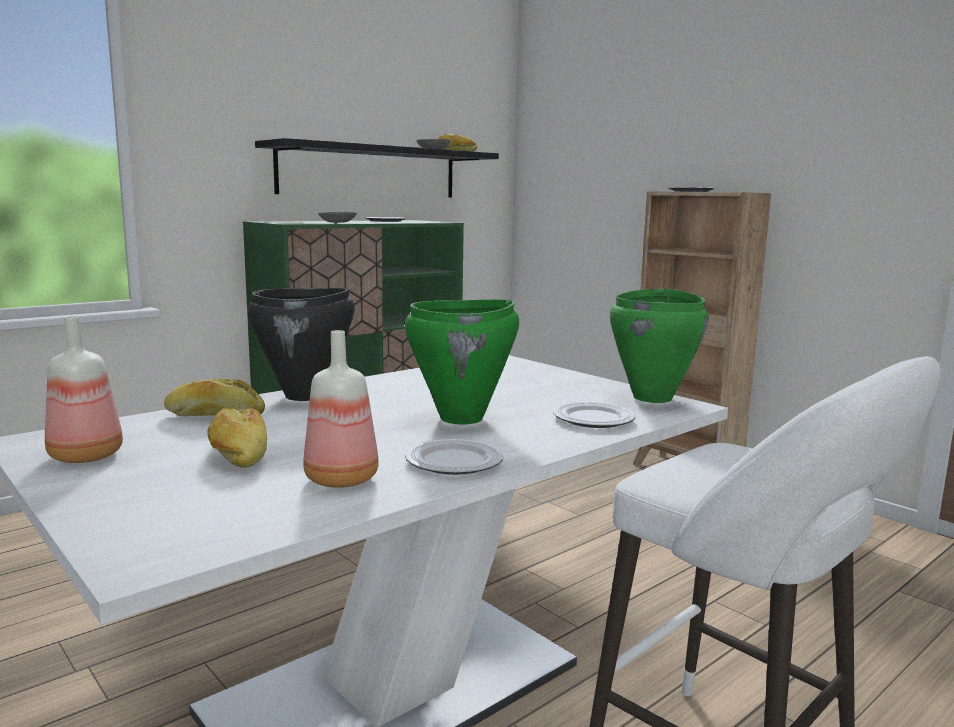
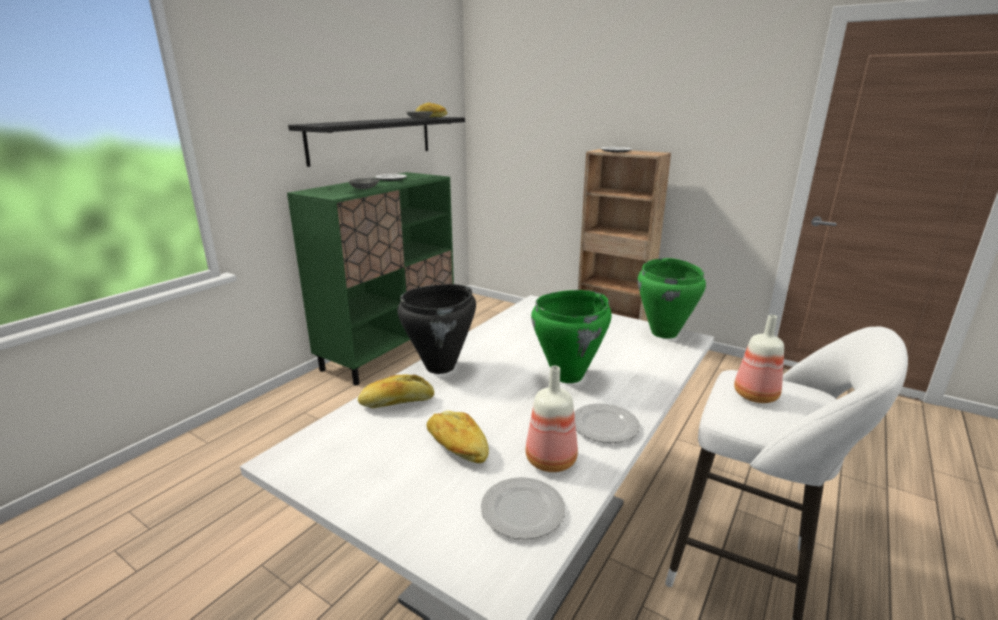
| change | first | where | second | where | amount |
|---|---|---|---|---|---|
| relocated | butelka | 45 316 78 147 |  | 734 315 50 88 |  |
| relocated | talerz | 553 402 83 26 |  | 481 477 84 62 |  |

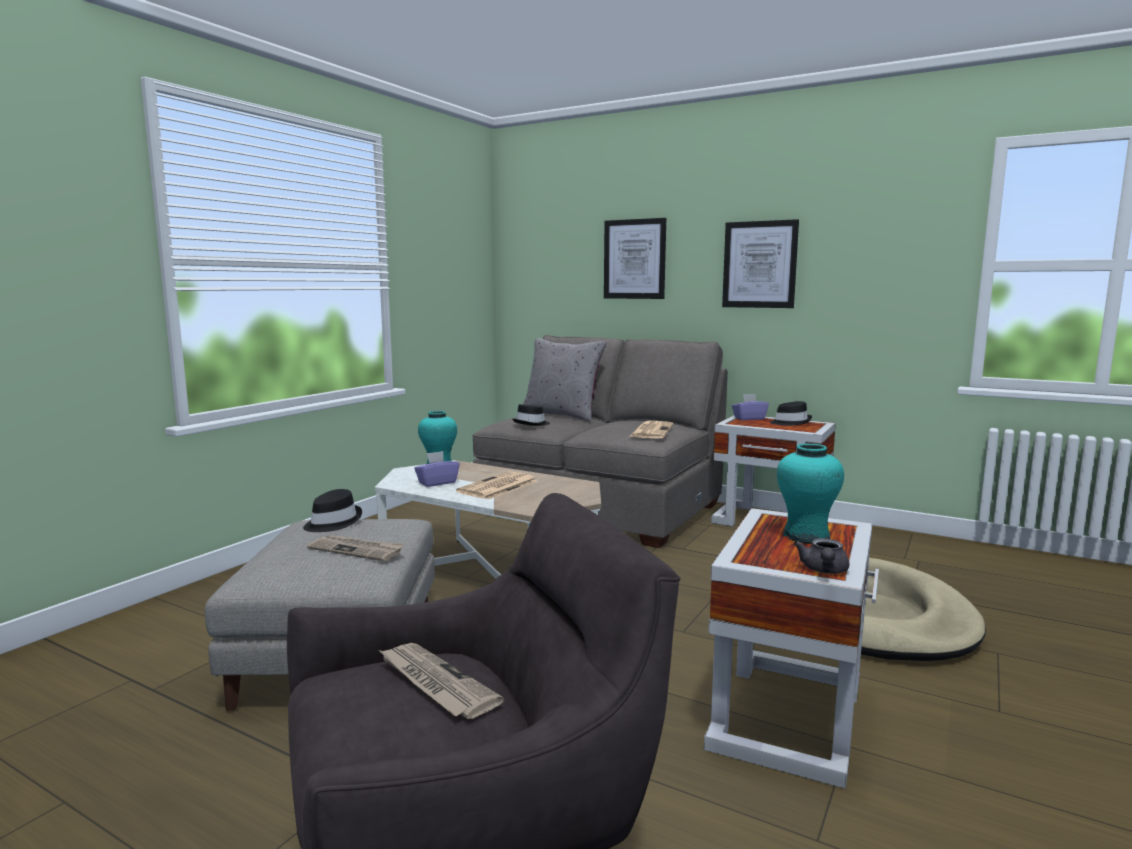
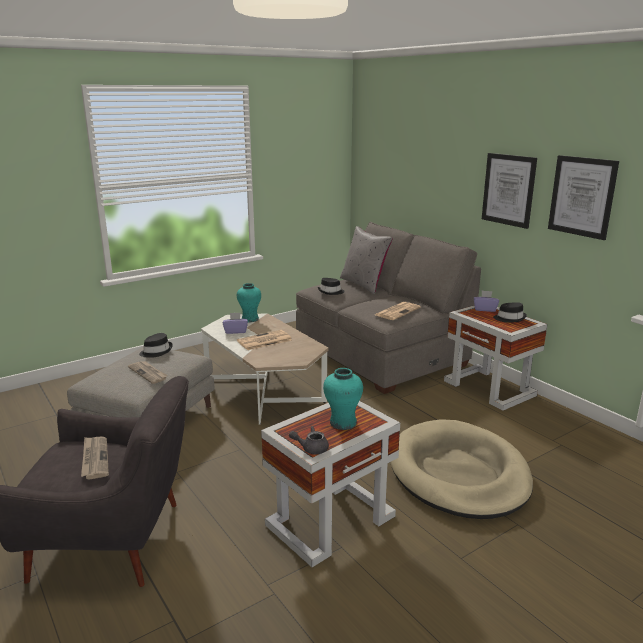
| change | first | where | second | where | amount |
|---|---|---|---|---|---|
| relocated | obraz | 604 218 62 81 |  | 548 155 71 85 |  |
| spun | imbryk/szary | 794 538 55 36 |  | 289 426 40 28 | 45 degrees clockwise |

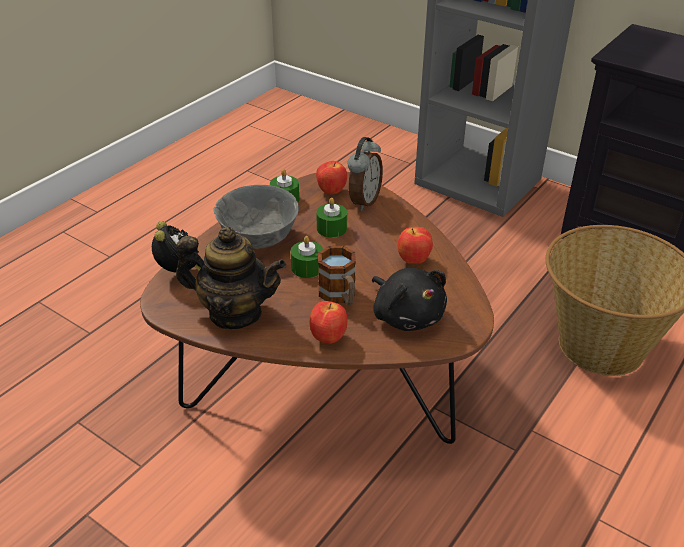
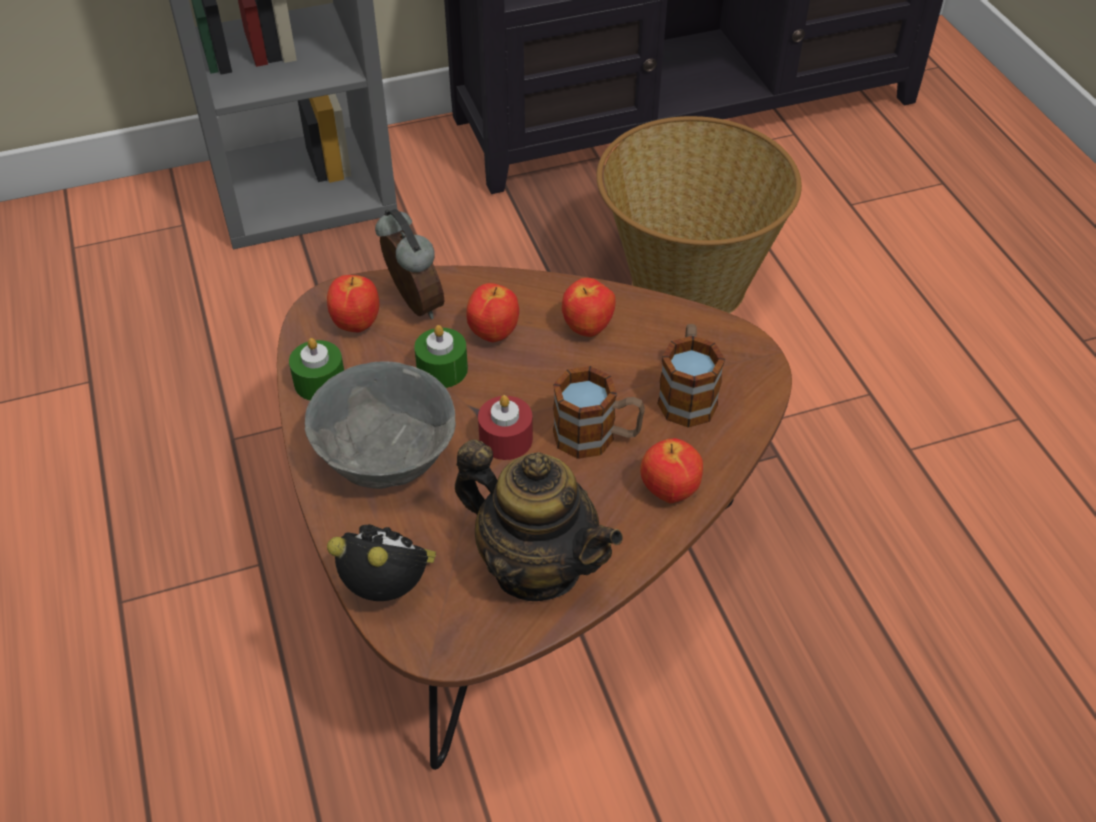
| change | first | where | second | where | amount |
|---|---|---|---|---|---|
| spun | imbryk | 176 227 110 102 |  | 455 439 168 162 | 75 degrees clockwise |
| colour | świeca/zielony | 291 236 32 42 | świeca/czerwony | 478 395 55 65 |  |
| exchanged | pluszak/czarny | 372 268 75 63 | kubek | 657 324 68 104 |  |
| appeared |  |  | jabłko | 466 283 53 59 |  |

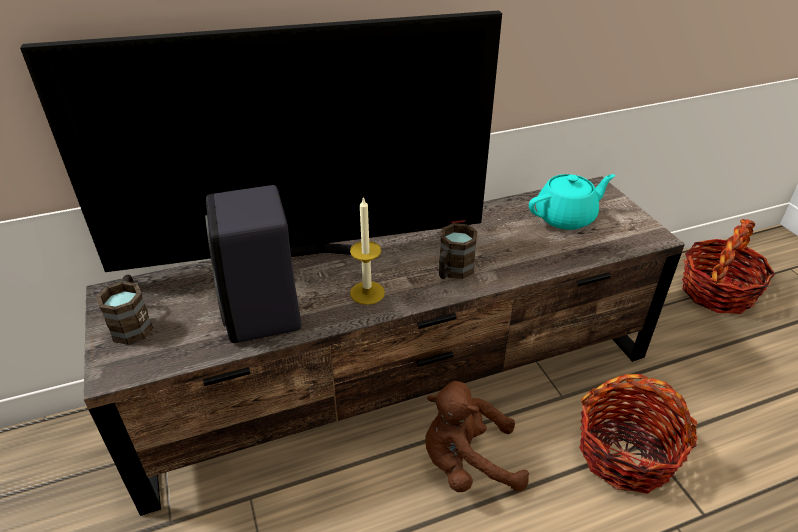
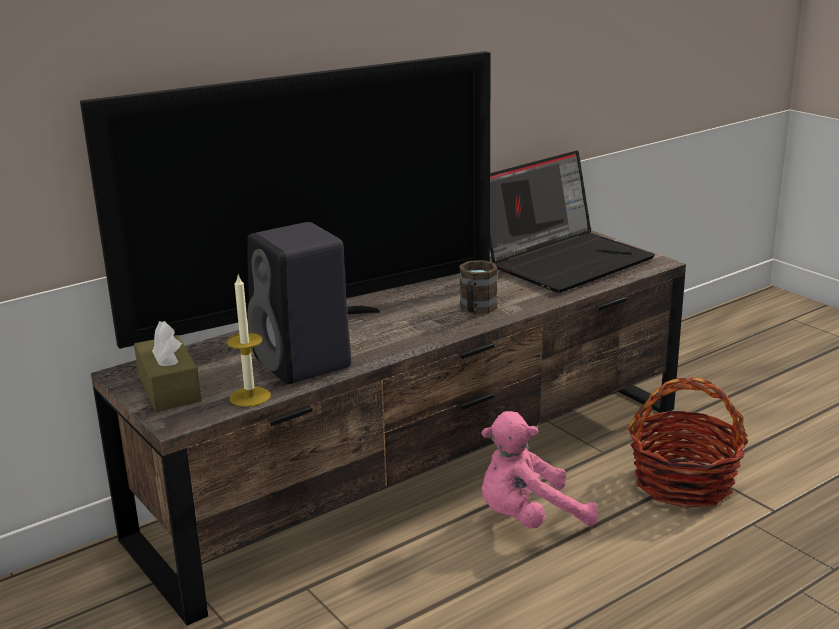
| change | first | where | second | where | amount |
|---|---|---|---|---|---|
| exchanged | imbryk/turkusowy | 529 174 86 56 | laptop | 490 150 165 143 |  |
| relocated | świeca | 350 196 35 109 |  | 227 275 43 132 |  |
| missing | koszyk | 682 219 93 95 |  |  |  |
| exchanged | kubek/brązowy | 96 275 57 70 | pudełko chusteczek/brązowy | 134 321 68 90 |  |
| colour | pluszak/brązowy | 425 381 104 111 | pluszak/różowy | 481 411 117 117 |  |

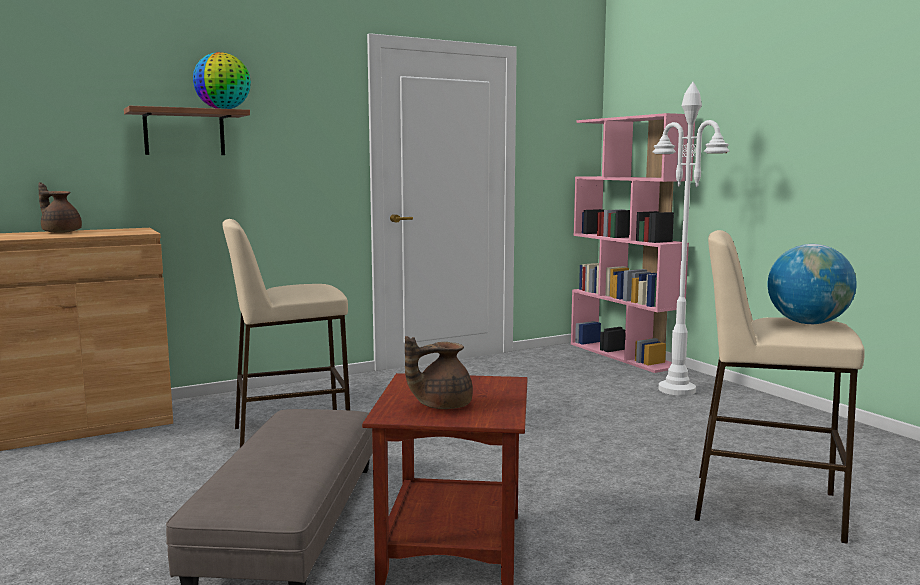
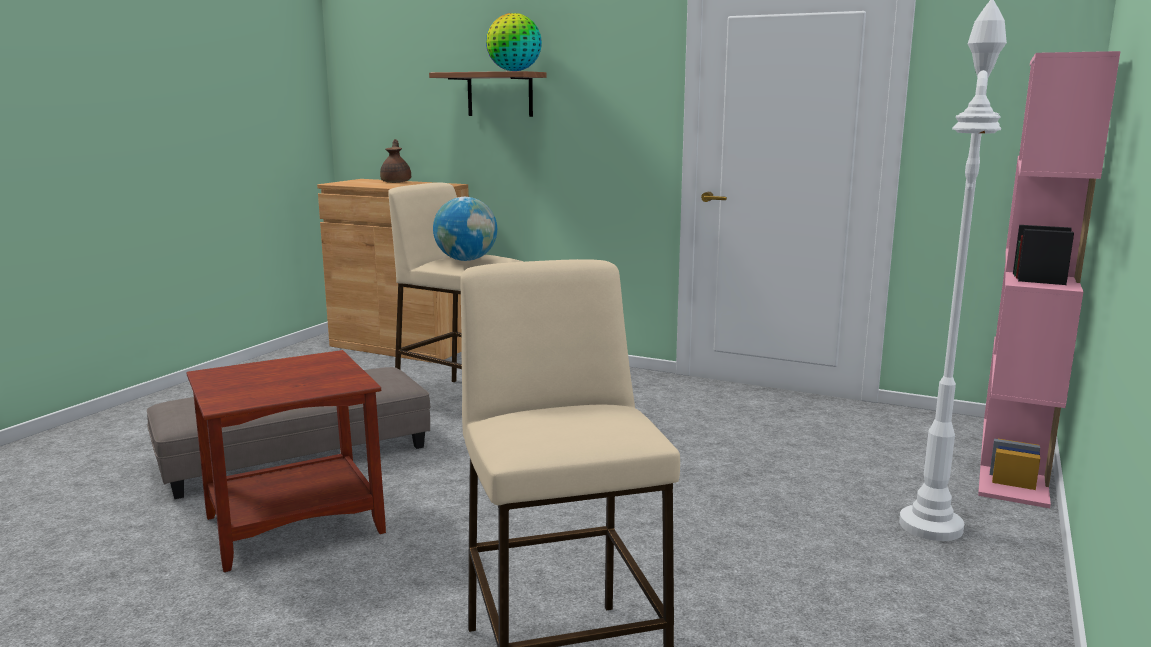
| change | first | where | second | where | amount |
|---|---|---|---|---|---|
| relocated | globus | 768 244 89 80 |  | 433 197 64 64 |  |
| missing | imbryk/brązowy | 405 336 68 73 |  |  |  |

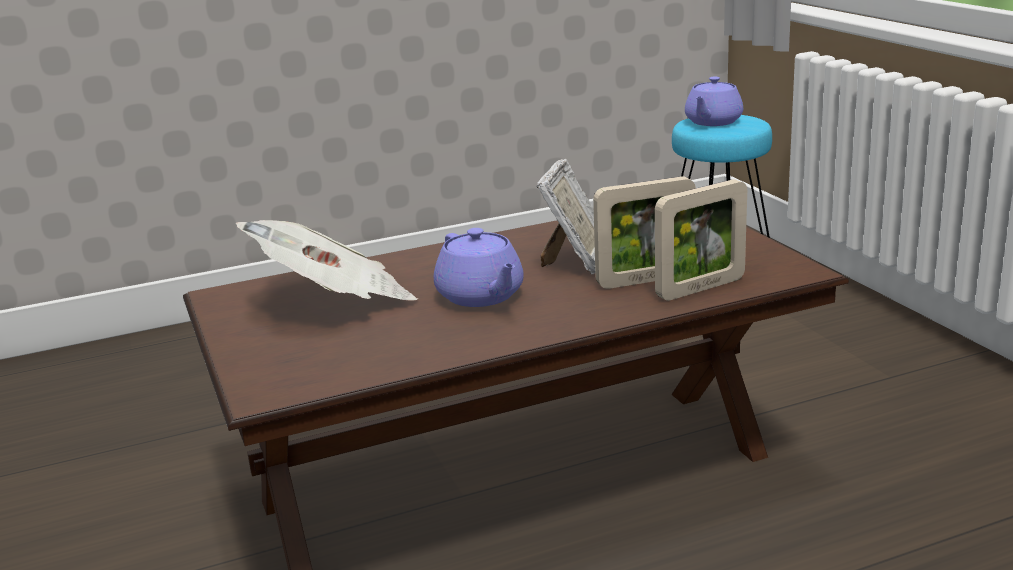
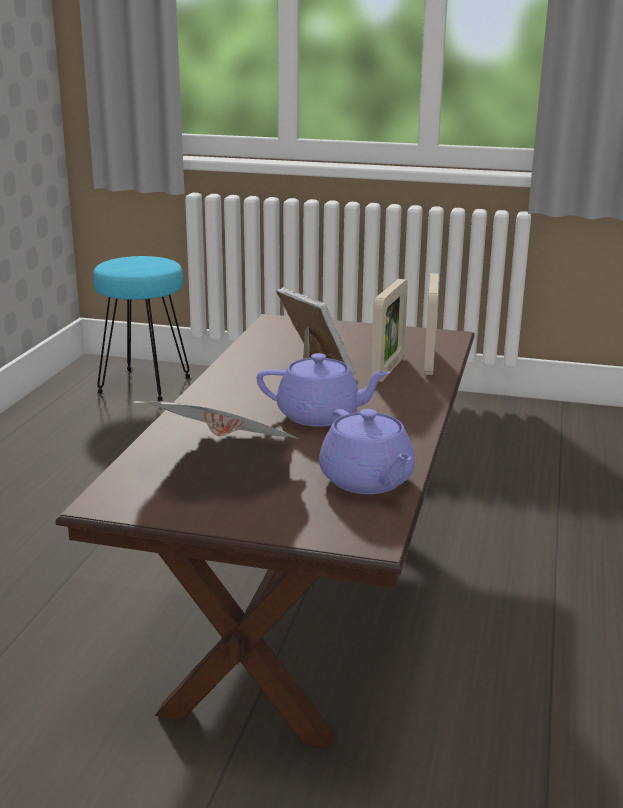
| change | first | where | second | where | amount |
|---|---|---|---|---|---|
| relocated | imbryk/fioletowy | 685 77 58 49 |  | 319 409 96 85 |  |

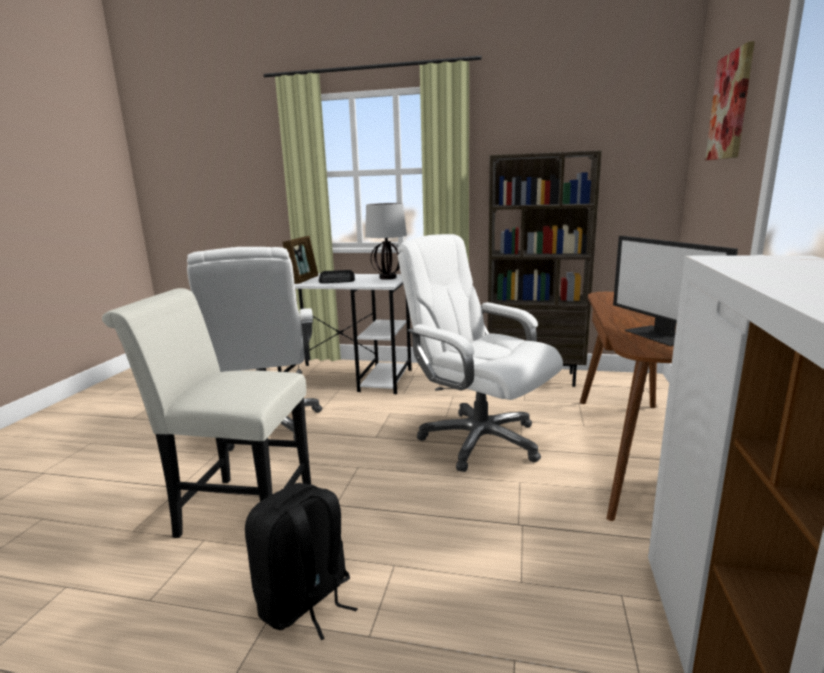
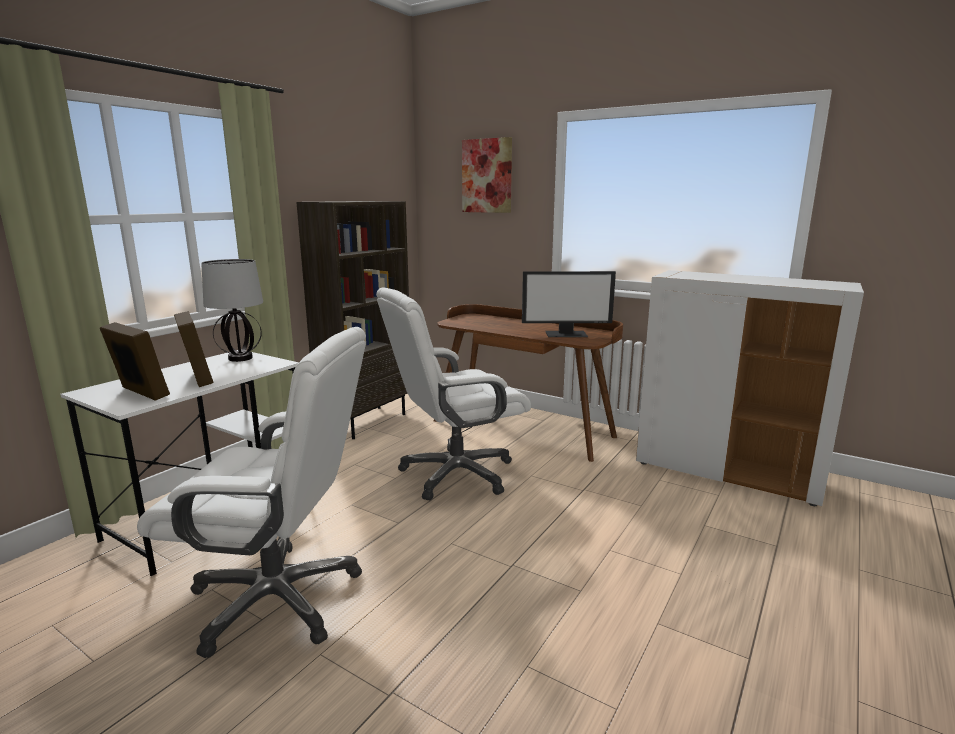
| change | first | where | second | where | amount |
|---|---|---|---|---|---|
| exchanged | radio | 319 270 36 13 | ramka na zdjęcie | 174 311 40 76 |  |
| missing | krzesło/biały | 102 288 209 250 |  |  |  |
| missing | plecak/czarny | 245 483 113 157 |  |  |  |

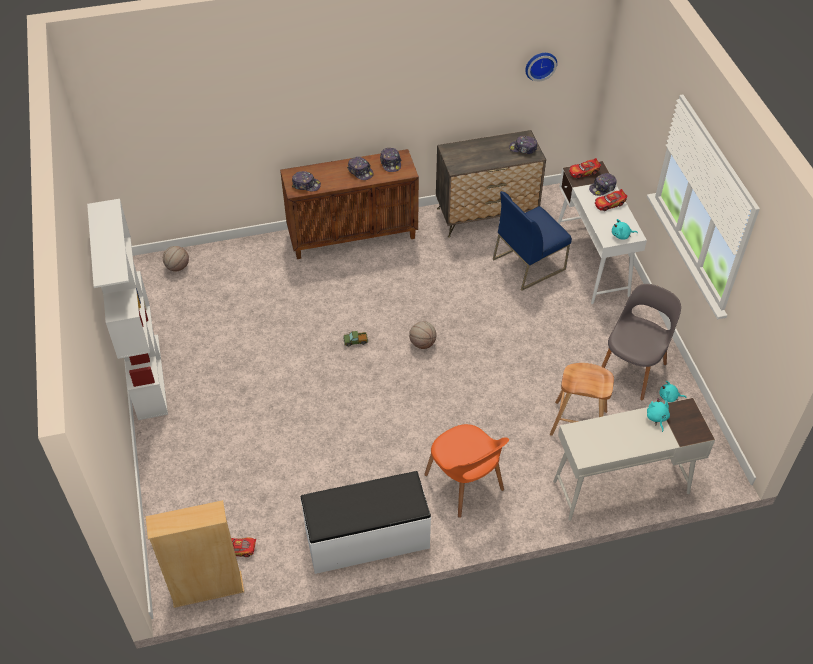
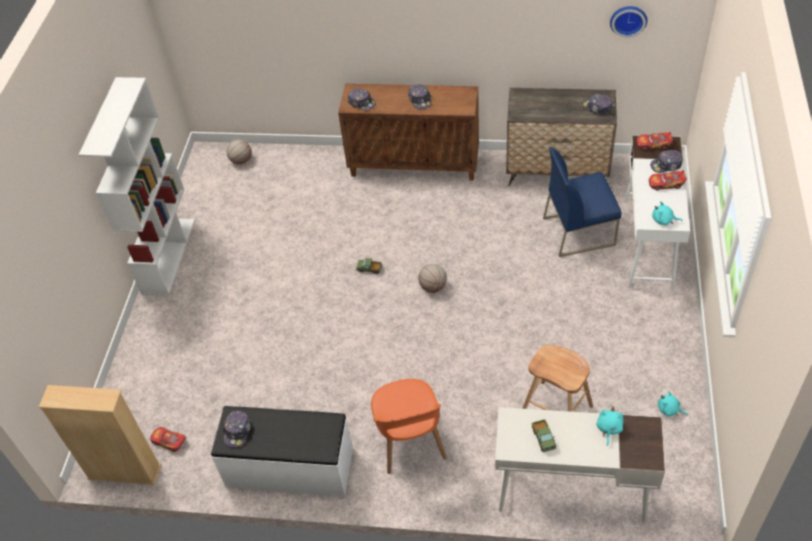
| change | first | where | second | where | amount |
|---|---|---|---|---|---|
| relocated | czapka z daszkiem | 380 148 21 24 |  | 223 411 28 36 |  |
| missing | krzesło/szary | 601 284 80 116 |  |  |  |
| appeared |  |  | ciężarówka zabawkowa | 532 419 25 33 |  |

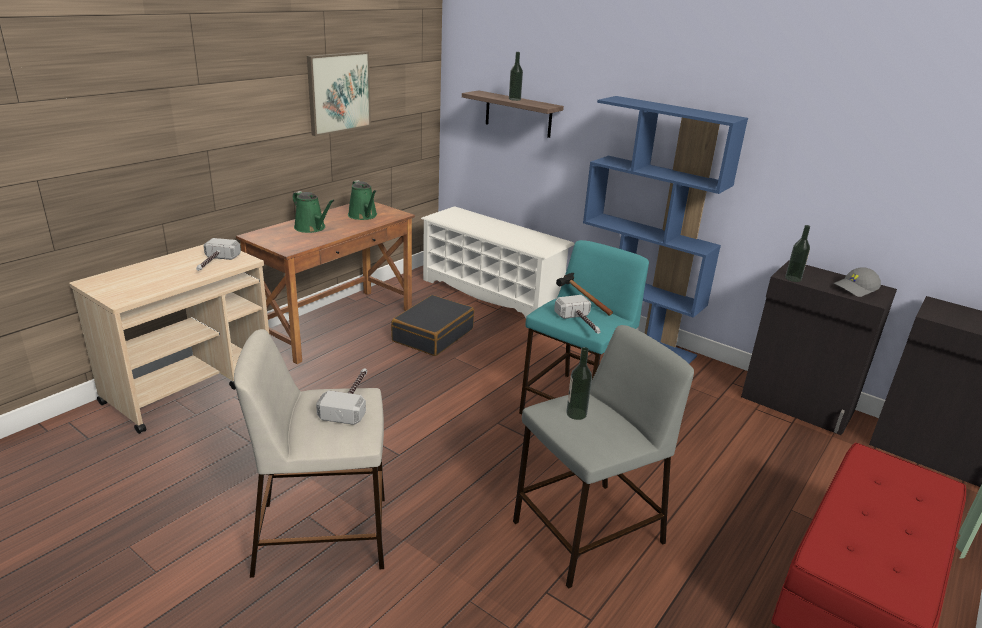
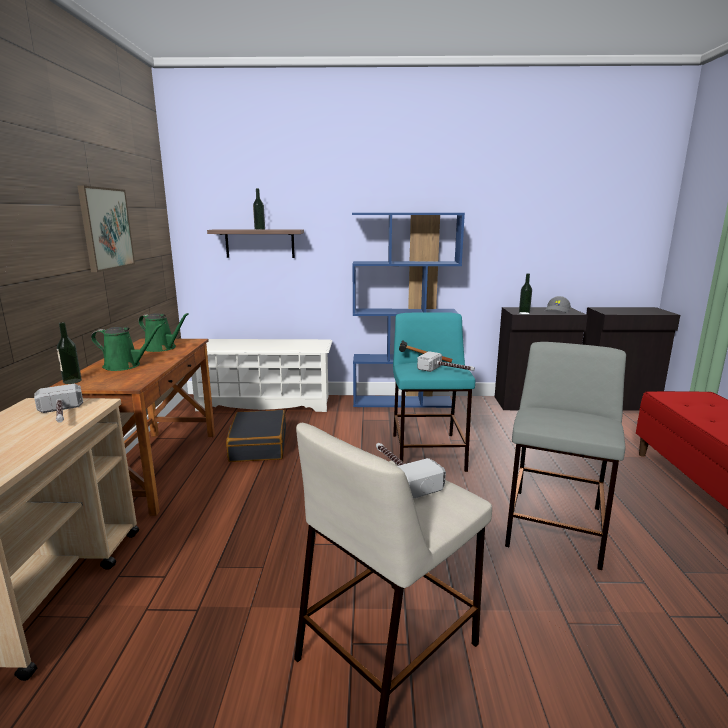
| change | first | where | second | where | amount |
|---|---|---|---|---|---|
| relocated | butelka | 566 347 26 73 |  | 57 322 25 62 |  |

